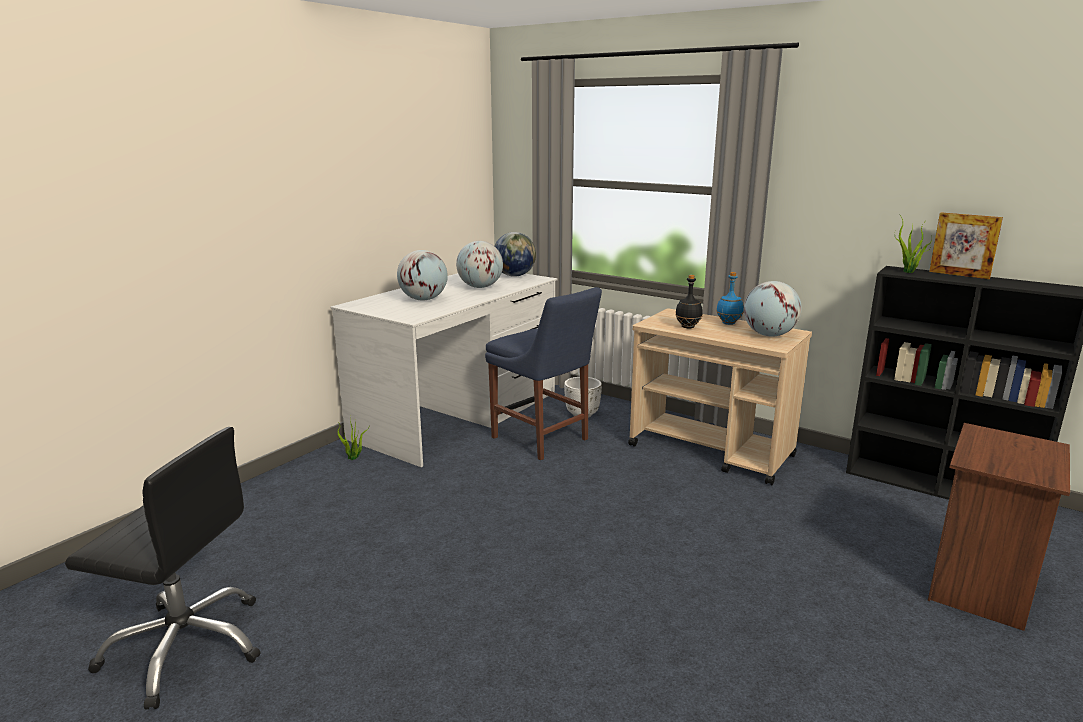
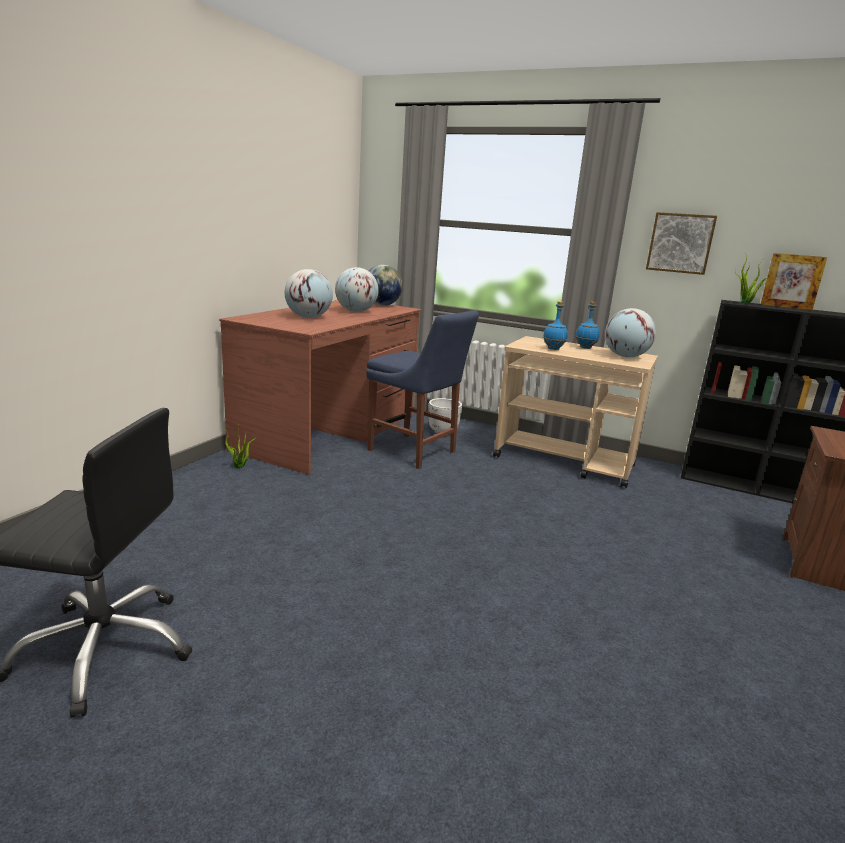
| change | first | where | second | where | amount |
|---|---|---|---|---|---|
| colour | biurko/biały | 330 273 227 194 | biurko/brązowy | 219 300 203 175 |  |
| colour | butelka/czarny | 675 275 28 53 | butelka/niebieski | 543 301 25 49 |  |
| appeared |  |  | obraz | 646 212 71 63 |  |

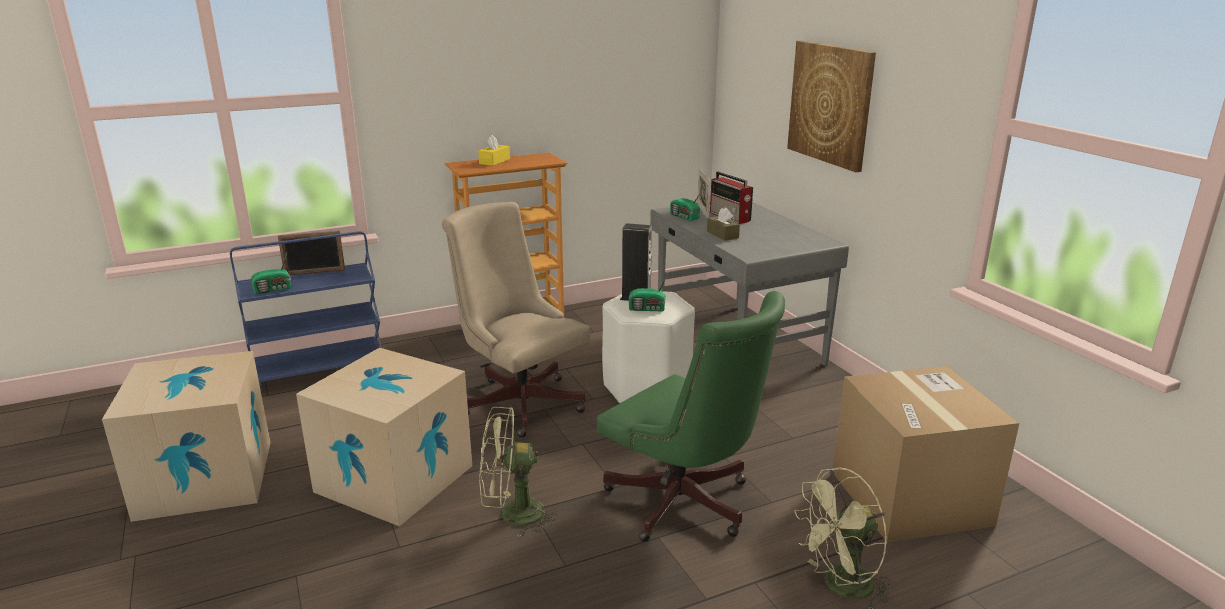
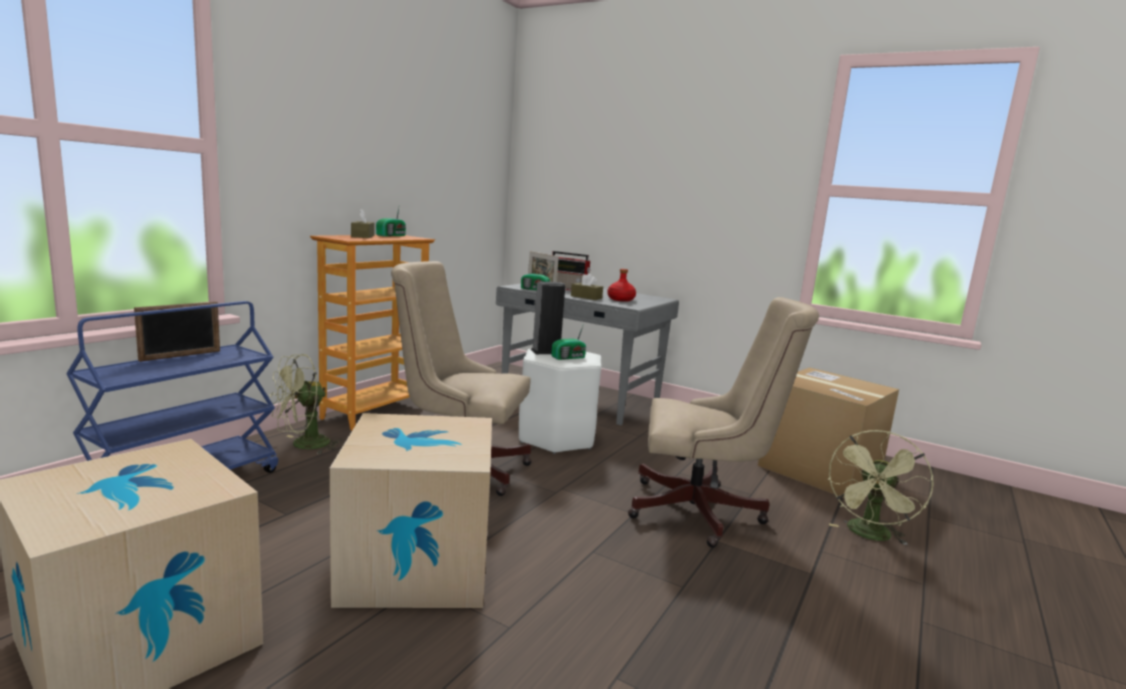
| change | first | where | second | where | amount |
|---|---|---|---|---|---|
| missing | obraz | 787 41 89 131 |  |  |  |
| colour | pudełko chusteczek/żółty | 478 135 32 31 | pudełko chusteczek/brązowy | 351 209 24 29 |  |
| relocated | radio | 251 253 40 41 |  | 376 208 30 29 |  |
| colour | krzesło biurowe/zielony | 596 291 189 251 | krzesło biurowe/beżowy | 628 297 191 251 |  |
| relocated | wentylator/zielony | 479 407 79 130 |  | 270 354 73 100 |  |
| appeared |  |  | butelka/czerwony | 607 269 29 33 |  |

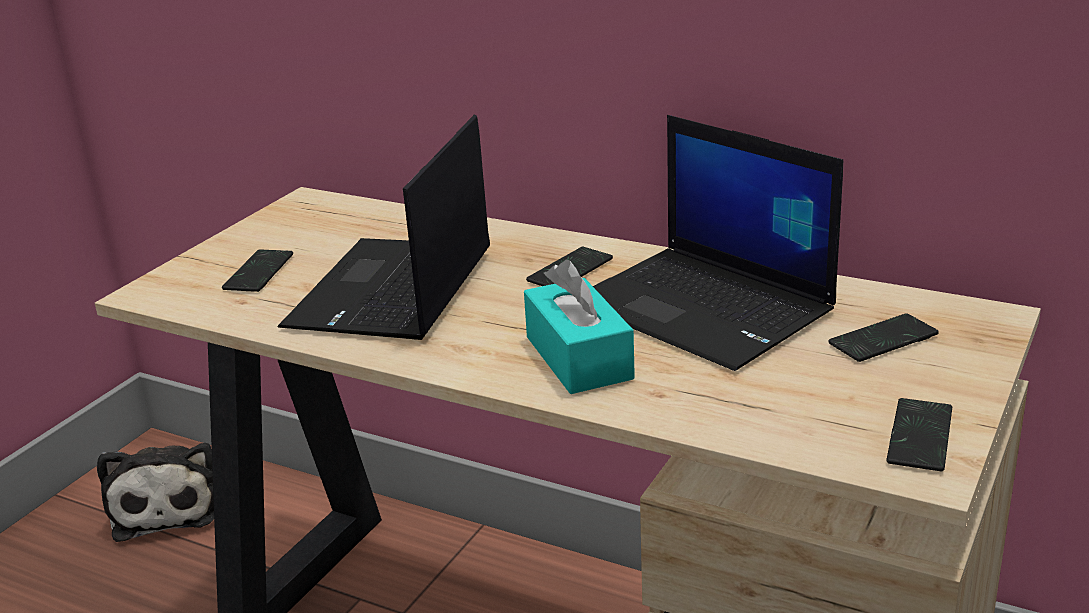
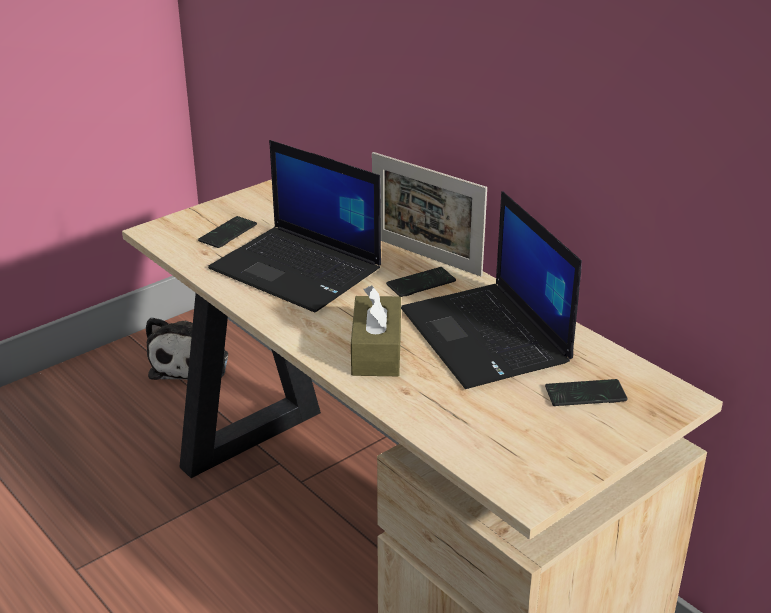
| change | first | where | second | where | amount |
|---|---|---|---|---|---|
| spun | laptop | 278 114 212 226 |  | 208 140 173 173 | 90 degrees counterclockwise |
| colour | pudełko chusteczek/turkusowy | 524 260 111 134 | pudełko chusteczek/brązowy | 351 286 50 90 |  |
| missing | telefon | 887 398 65 73 |  |  |  |
| appeared |  |  | ramka na zdjęcie | 372 152 115 124 |  |

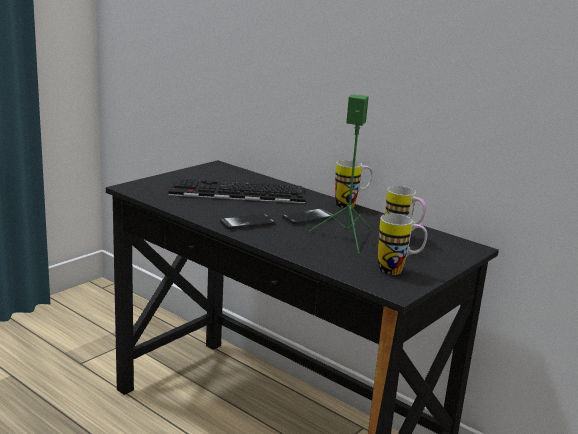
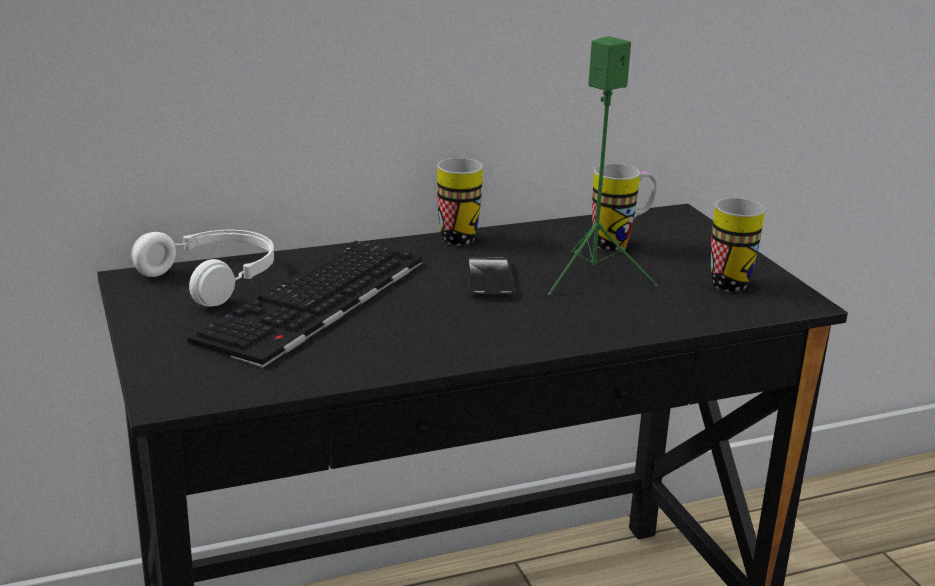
| change | first | where | second | where | amount |
|---|---|---|---|---|---|
| missing | telefon | 220 214 55 16 |  |  |  |
| appeared |  |  | słuchawki/biały | 131 230 143 77 |  |

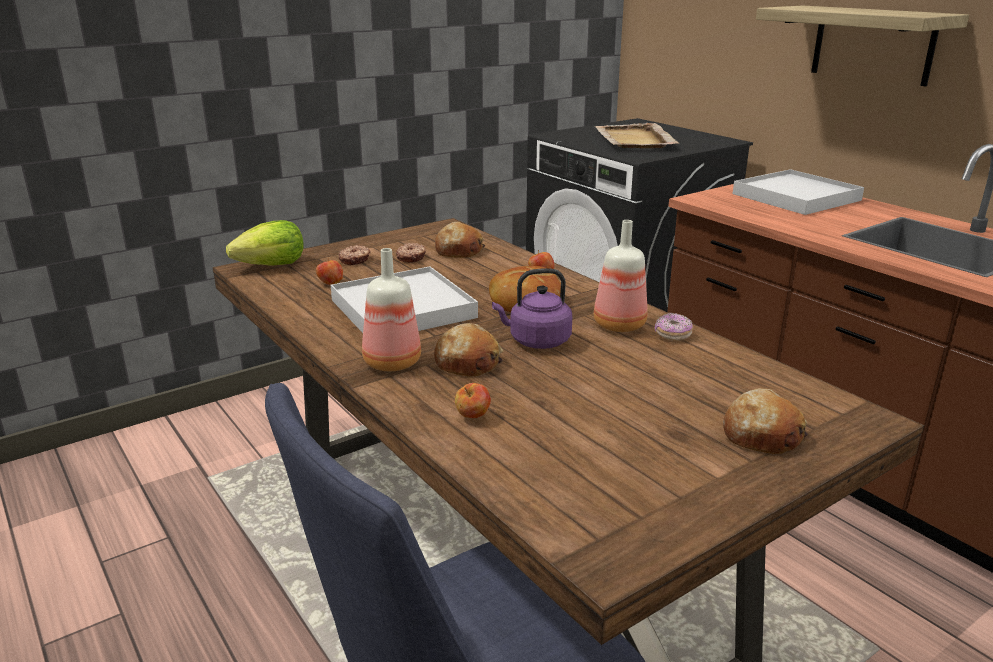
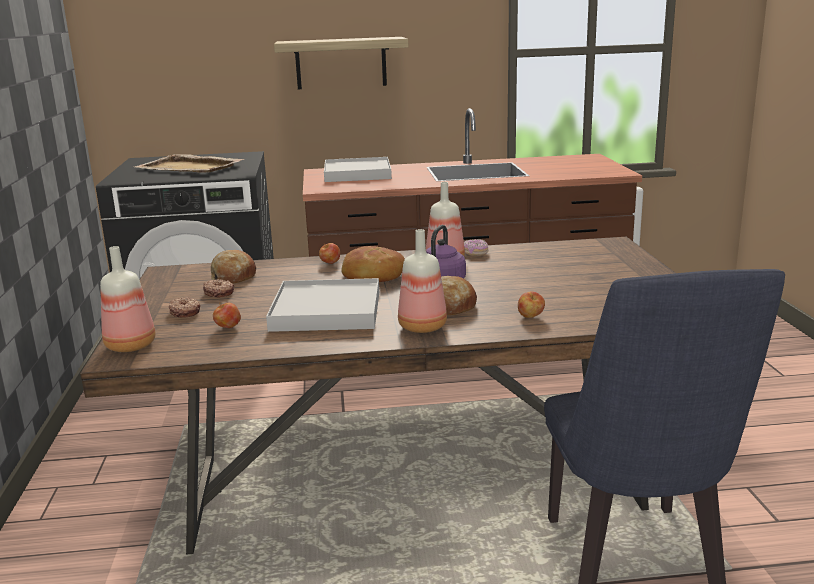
| change | first | where | second | where | amount |
|---|---|---|---|---|---|
| exchanged | sałata | 226 220 78 46 | butelka | 100 246 56 106 |  |
| missing | chleb | 723 388 85 66 |  |  |  |

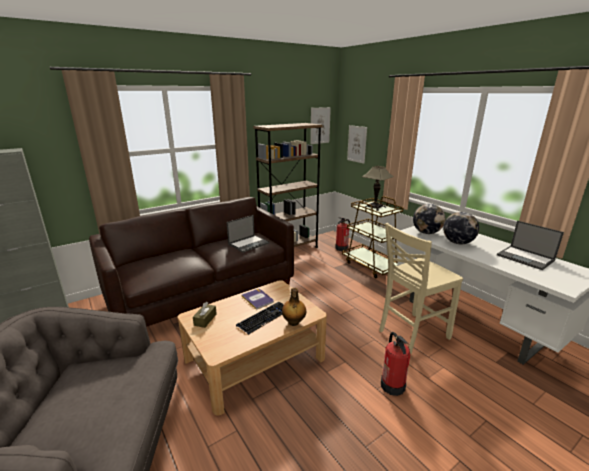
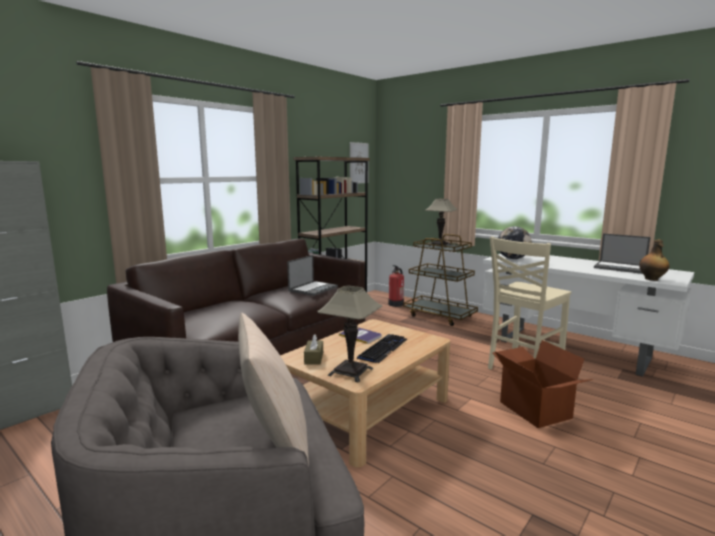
| change | first | where | second | where | amount |
|---|---|---|---|---|---|
| missing | obraz | 347 125 20 39 |  |  |  |
| missing | globus | 443 212 36 32 |  |  |  |
| relocated | butelka | 282 288 24 38 |  | 639 240 30 41 |  |
| exchanged | gaśnica | 381 332 29 64 | karton | 493 340 100 88 |  |
| appeared |  |  | lampa stołowa | 317 285 66 98 |  |
| appeared |  |  | poduszka/beżowy | 238 313 71 154 |  |

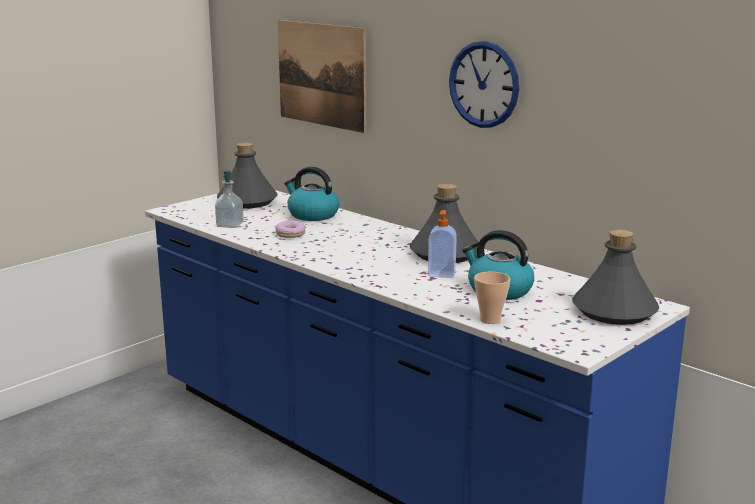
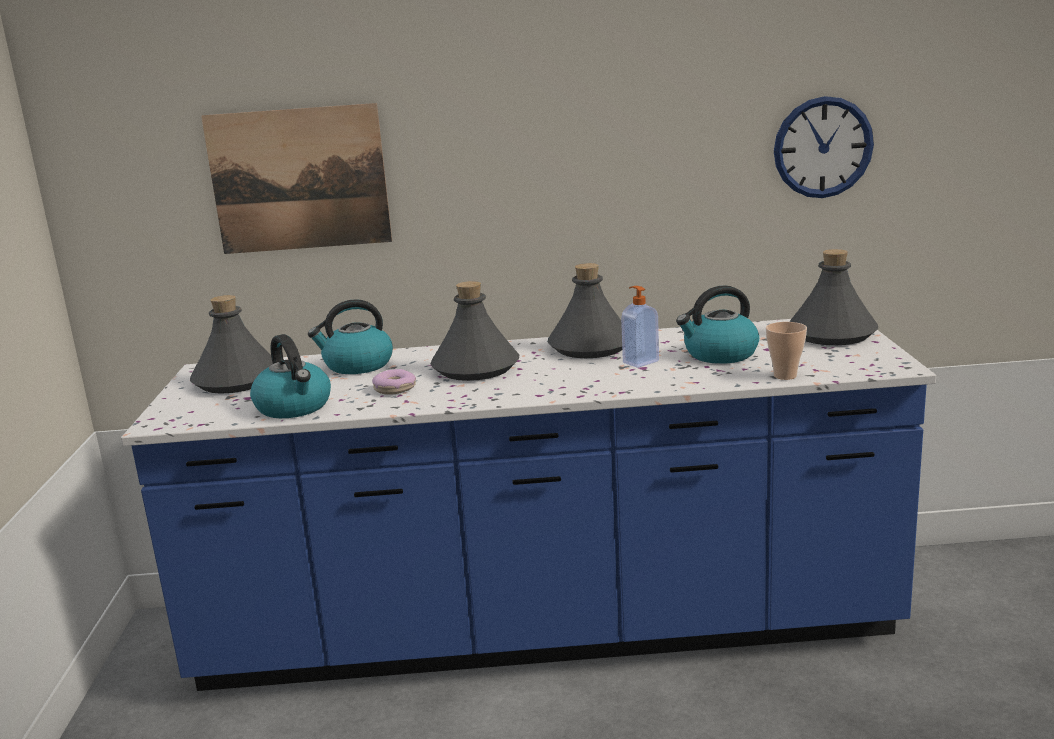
| change | first | where | second | where | amount |
|---|---|---|---|---|---|
| relocated | zegar ścienny | 449 41 70 87 |  | 774 96 100 102 |  |
| exchanged | dozownik mydła | 215 170 29 58 | czajnik | 250 334 81 84 |  |
| appeared |  |  | butelka/szary | 430 281 89 100 |  |

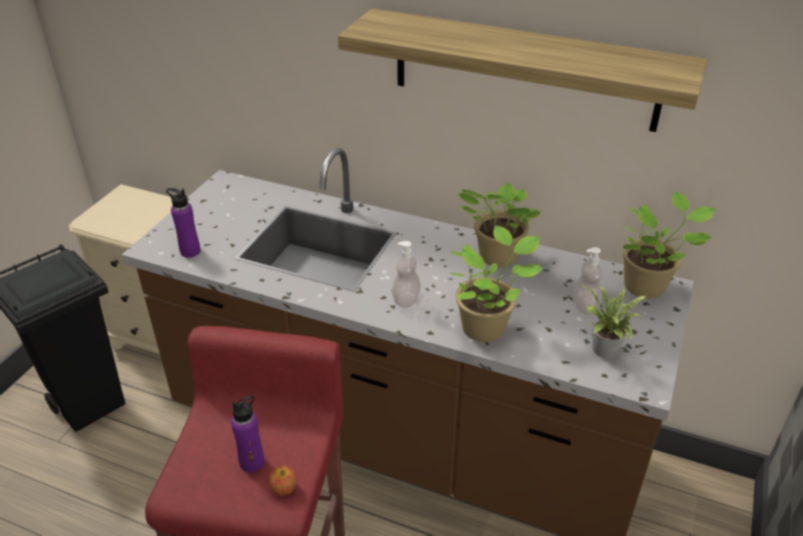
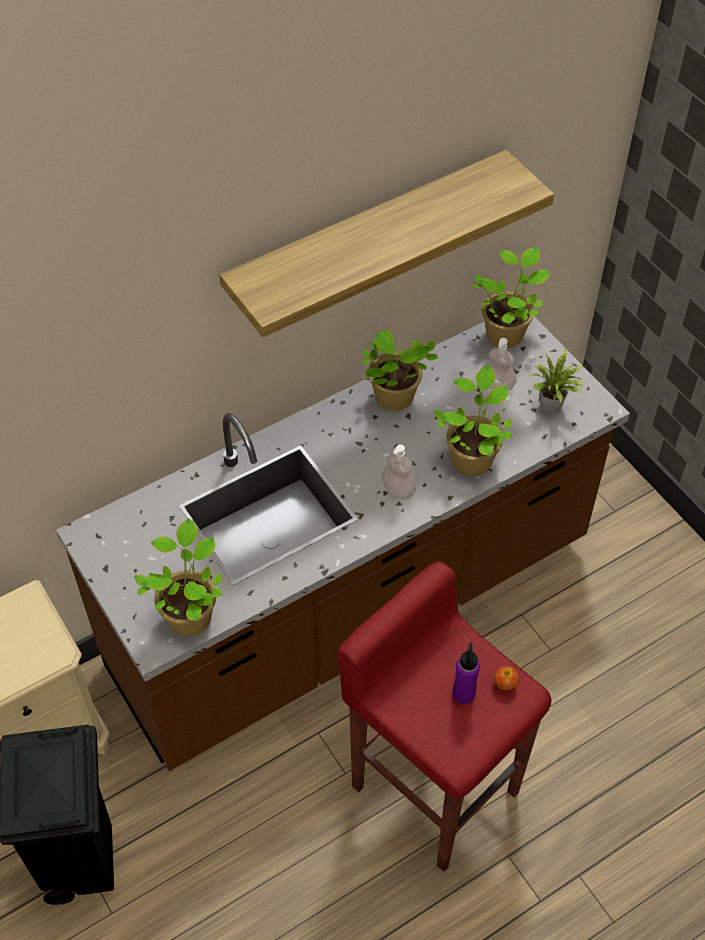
| change | first | where | second | where | amount |
|---|---|---|---|---|---|
| exchanged | butelka/fioletowy | 166 188 34 70 | roślina doniczkowa | 134 518 88 119 |  |

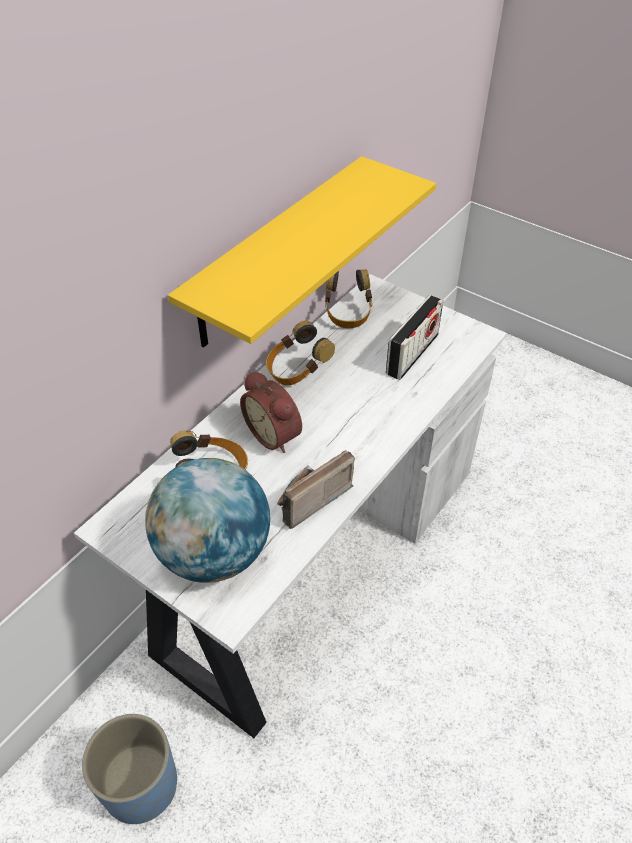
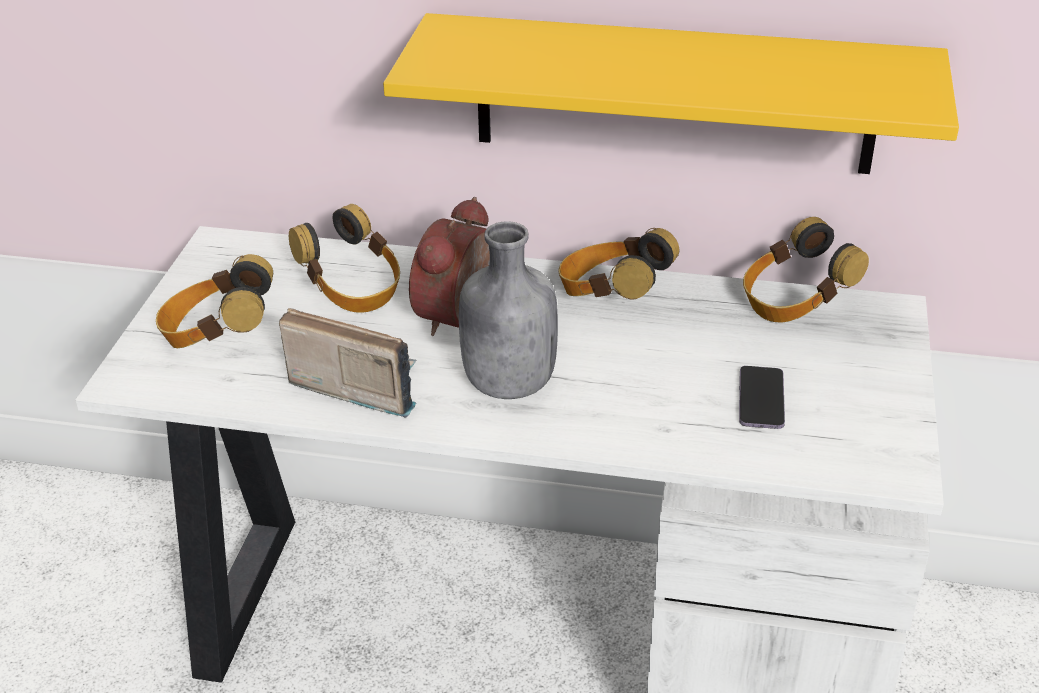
| change | first | where | second | where | amount |
|---|---|---|---|---|---|
| exchanged | radio | 386 295 57 85 | telefon | 739 366 46 63 |  |
| exchanged | globus | 145 458 125 125 | słuchawki | 156 254 117 94 |  |
| missing | donica/niebieski | 82 714 95 110 |  |  |  |
| appeared |  |  | butelka/szary | 459 221 99 178 |  |

